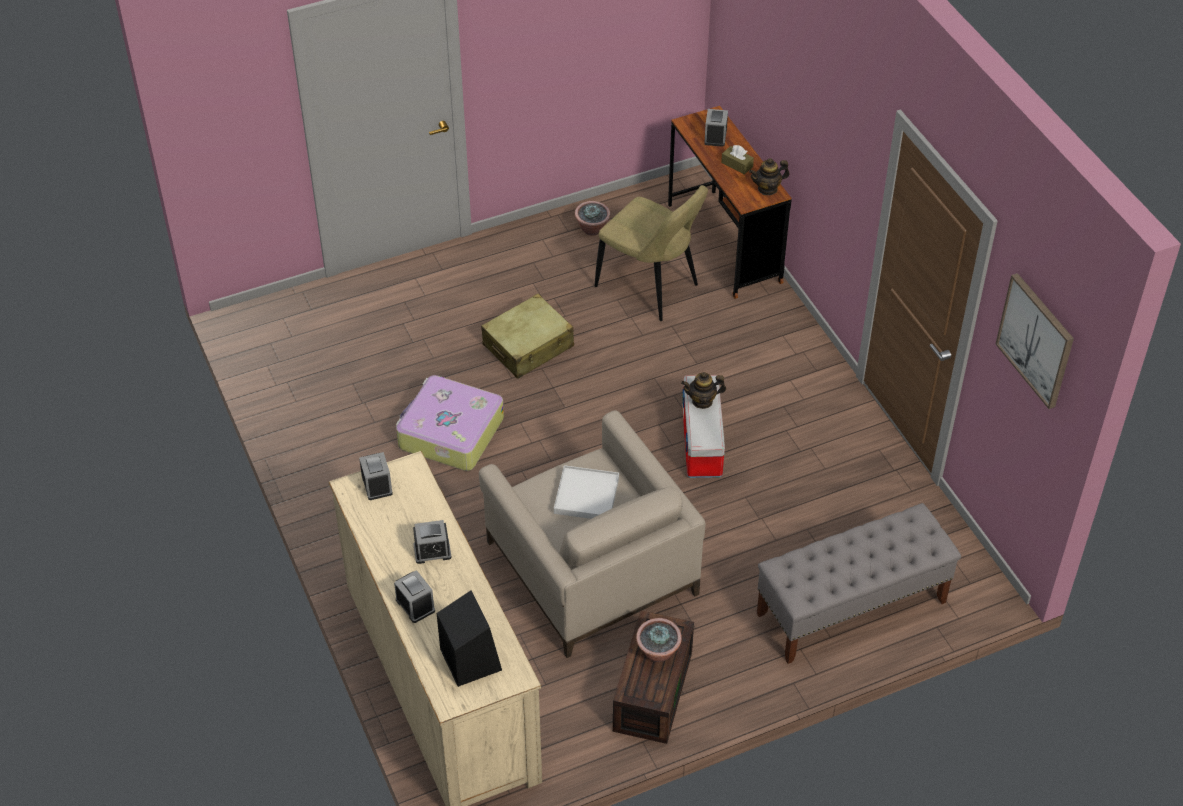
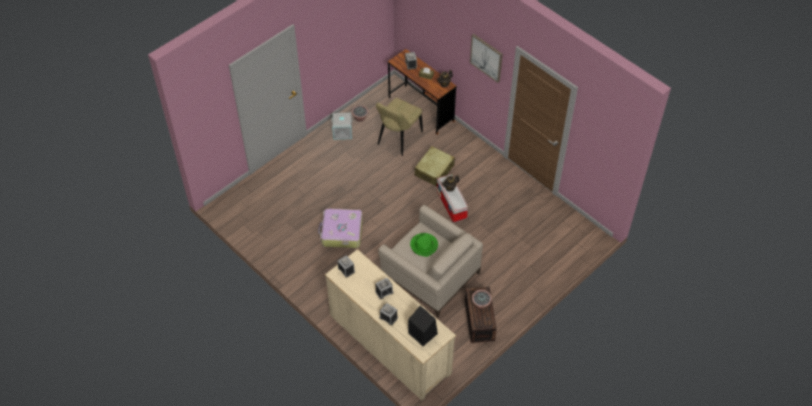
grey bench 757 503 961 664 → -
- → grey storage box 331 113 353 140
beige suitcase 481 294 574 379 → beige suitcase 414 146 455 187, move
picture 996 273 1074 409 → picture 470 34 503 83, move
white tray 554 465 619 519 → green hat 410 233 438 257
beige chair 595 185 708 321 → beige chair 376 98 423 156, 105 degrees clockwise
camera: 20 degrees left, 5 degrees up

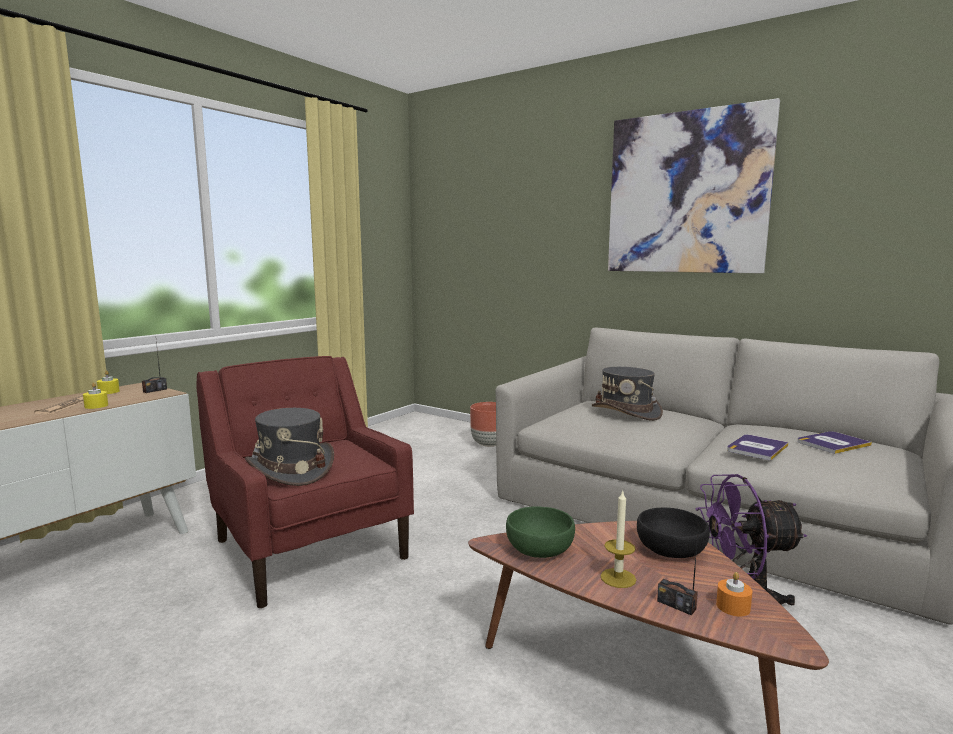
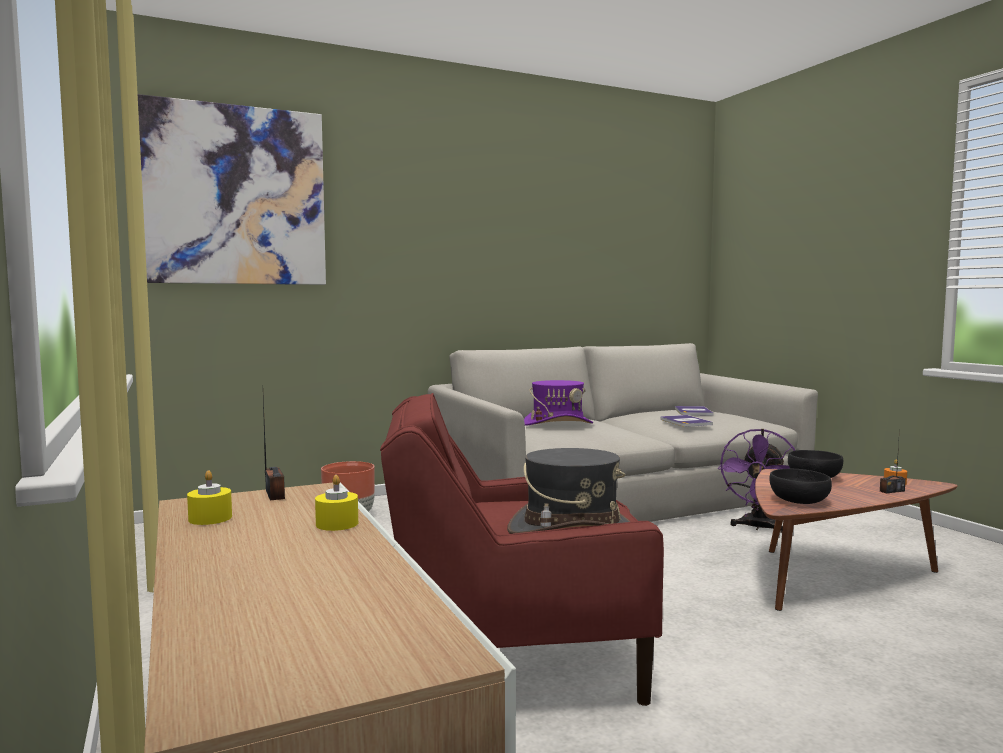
newspaper 34 395 84 414 → -
candle 600 490 636 588 → -
picture 608 98 780 274 → picture 138 94 326 285, move
green bowl 506 506 575 558 → black bowl 769 469 832 504
grey hat 591 367 663 421 → purple hat 524 380 593 426
camera: 60 degrees left, 5 degrees down

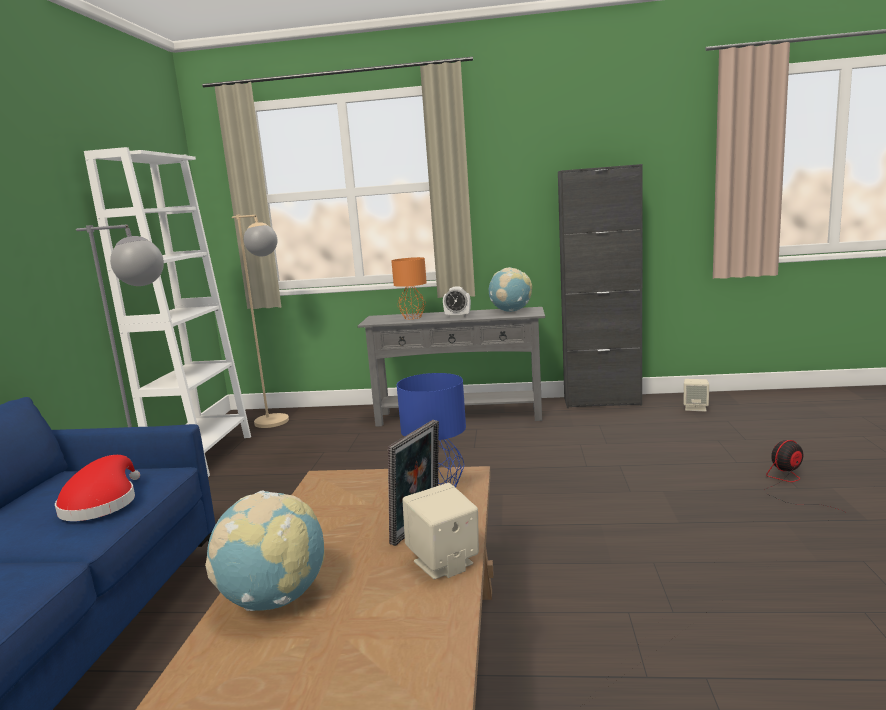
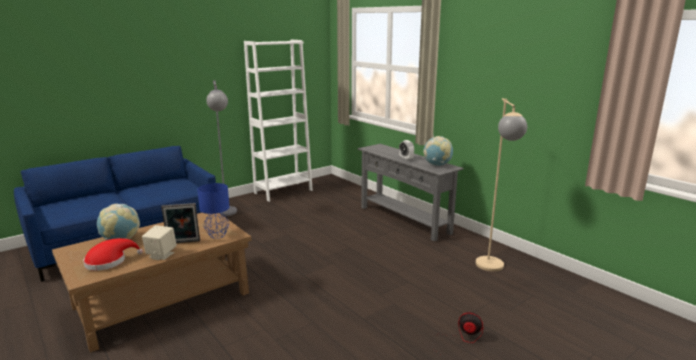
orange table lamp 391 257 427 319 → -
black cabinet 558 164 643 408 → -
beige speaker 683 379 709 412 → -
red hat 55 455 140 521 → red hat 83 238 143 271, move
beige floor lamp 232 214 289 428 → beige floor lamp 476 98 527 271, move
camera: 45 degrees right, 5 degrees up

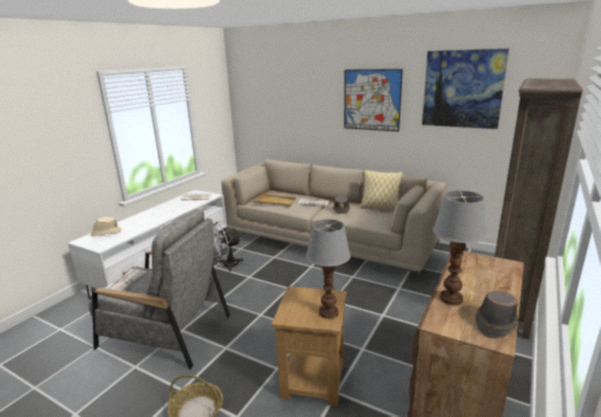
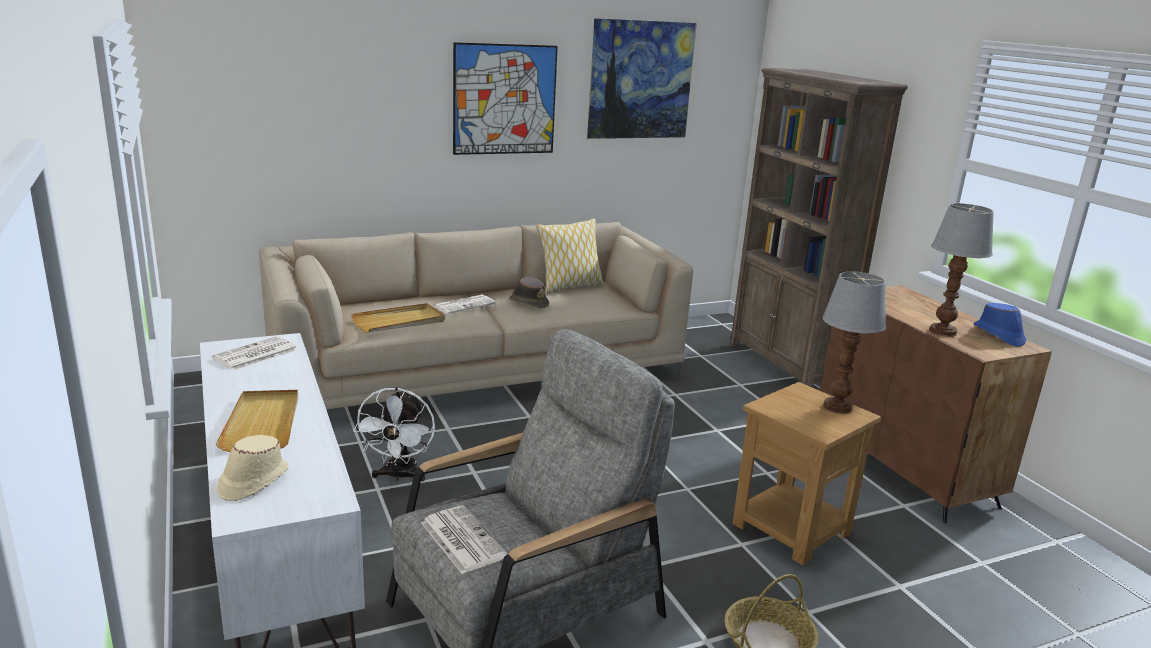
- → beige tray 216 390 298 452
brown hat 475 290 518 338 → blue hat 973 303 1026 347
camera: 55 degrees left, 0 degrees up

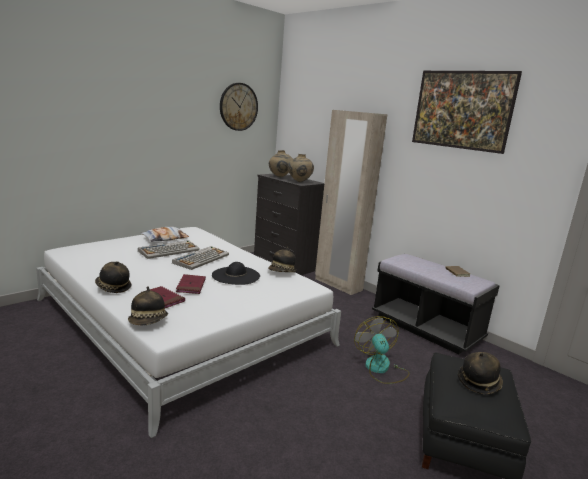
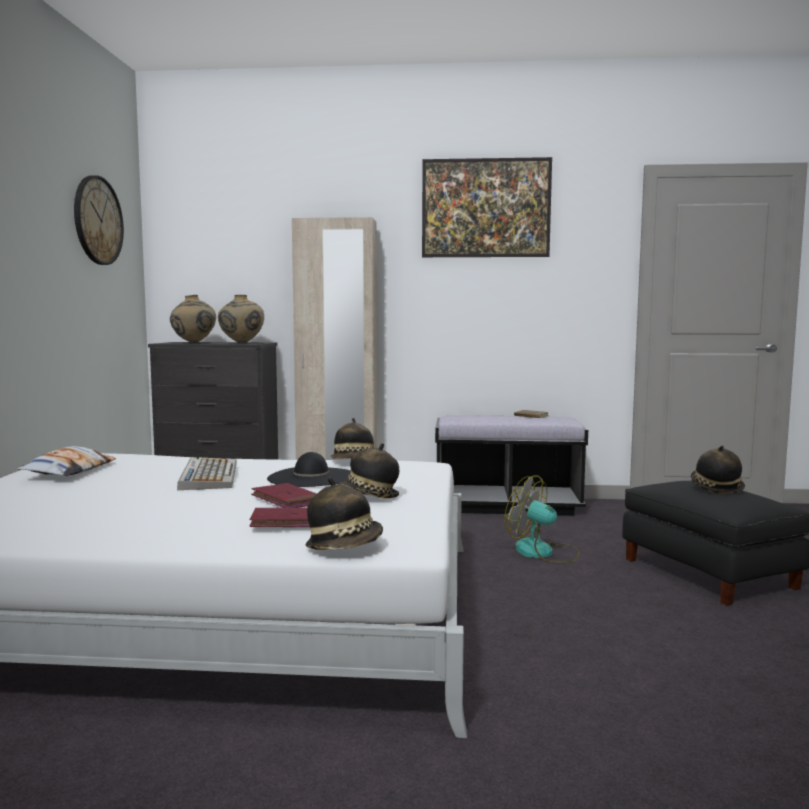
keyboard 138 240 200 259 → -
hat 95 261 131 293 → hat 338 443 399 498, move
camera: 40 degrees left, 10 degrees down

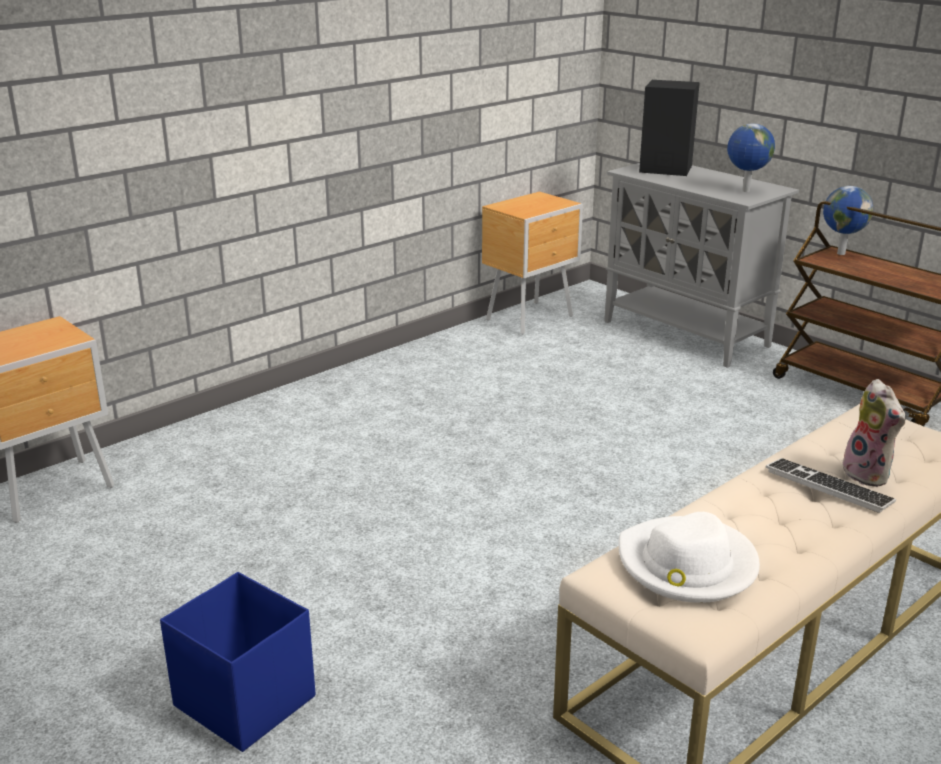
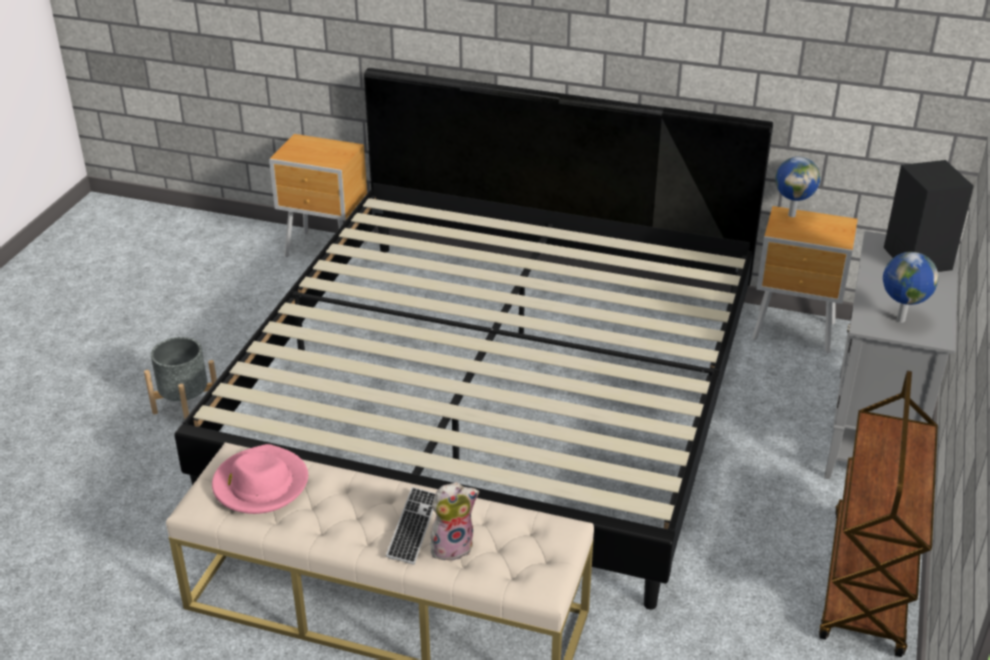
- → bed 174 68 773 610
globe 823 186 873 255 → globe 775 157 820 217, move
blue storage box 160 572 315 752 → grey planter 144 337 217 420
white hat 618 512 760 603 → pink hat 212 444 308 514
plush toy 843 379 906 487 → plush toy 430 482 479 561, 150 degrees counterclockwise
camera: 60 degrees right, 10 degrees up

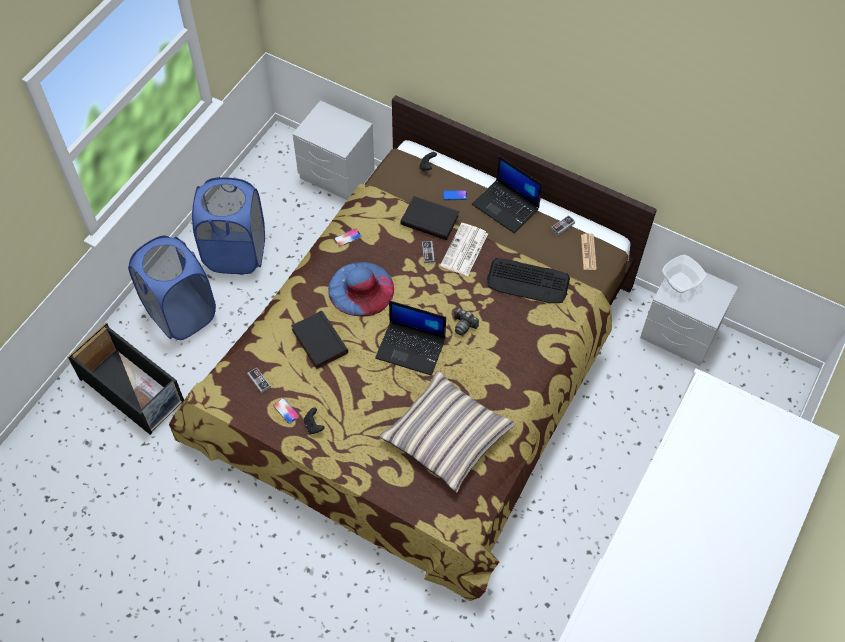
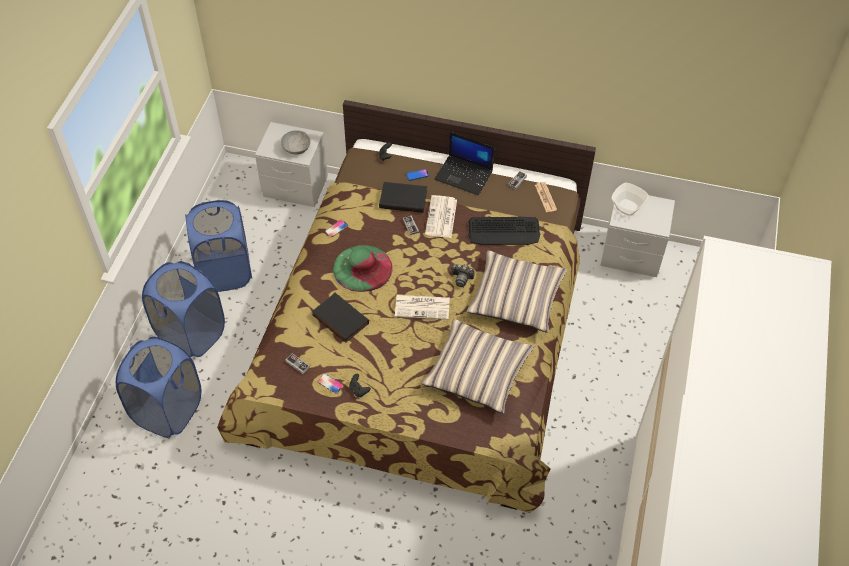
- → grey bowl 281 130 311 154
- → pillow 466 250 567 333
black storage box 67 322 184 435 → blue laundry basket 116 336 201 438
laptop 375 300 446 376 → newspaper 395 295 450 320
blue hat 328 262 394 317 → green hat 333 245 393 292
camera: 15 degrees left, 5 degrees down

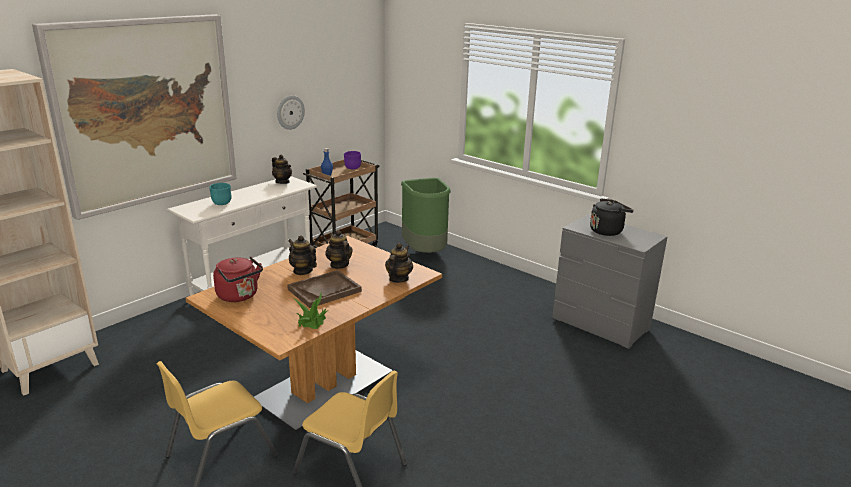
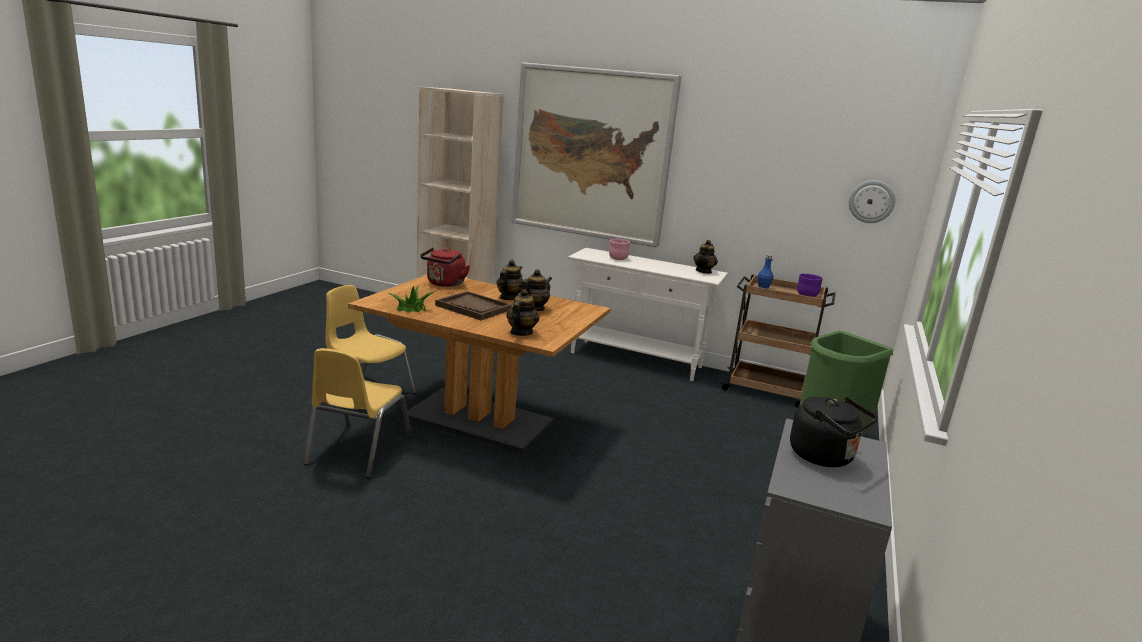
wall clock 277 95 305 130 → wall clock 849 180 896 223, move
turquoise bowl 209 183 232 205 → pink bowl 609 239 630 260
teapot 385 243 413 283 → teapot 506 289 539 336, 75 degrees counterclockwise
camera: 70 degrees right, 5 degrees down

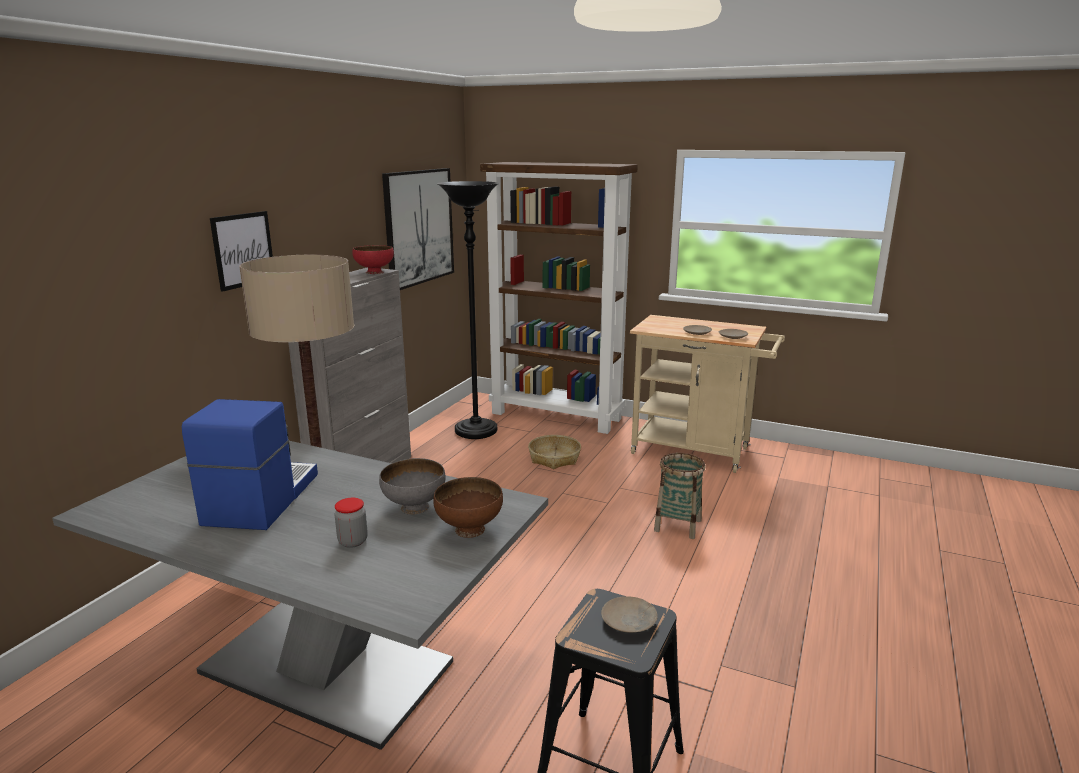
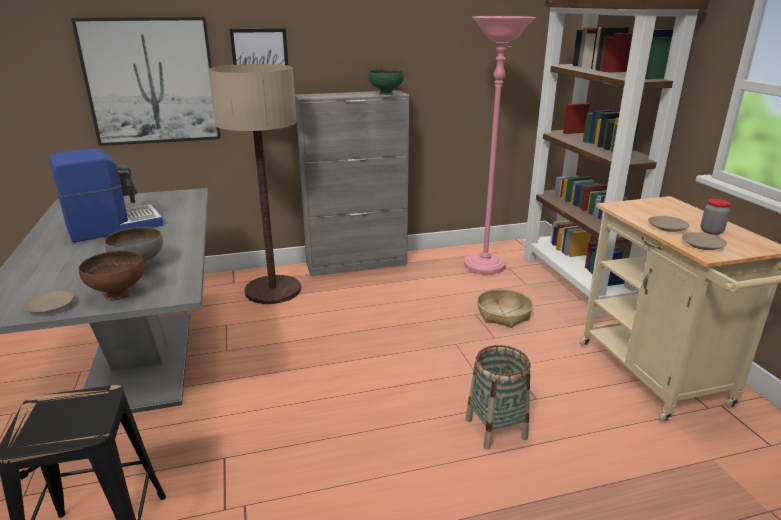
jar 334 498 368 548 → jar 701 199 731 235, move
picture 382 168 454 290 → picture 71 17 221 146, move
beige plate 601 596 658 633 → beige plate 23 290 74 314, move
red bowl 352 245 394 274 → green bowl 368 70 404 95
black floor lamp 437 181 499 439 → pink floor lamp 464 16 536 275
camera: 50 degrees right, 5 degrees up

